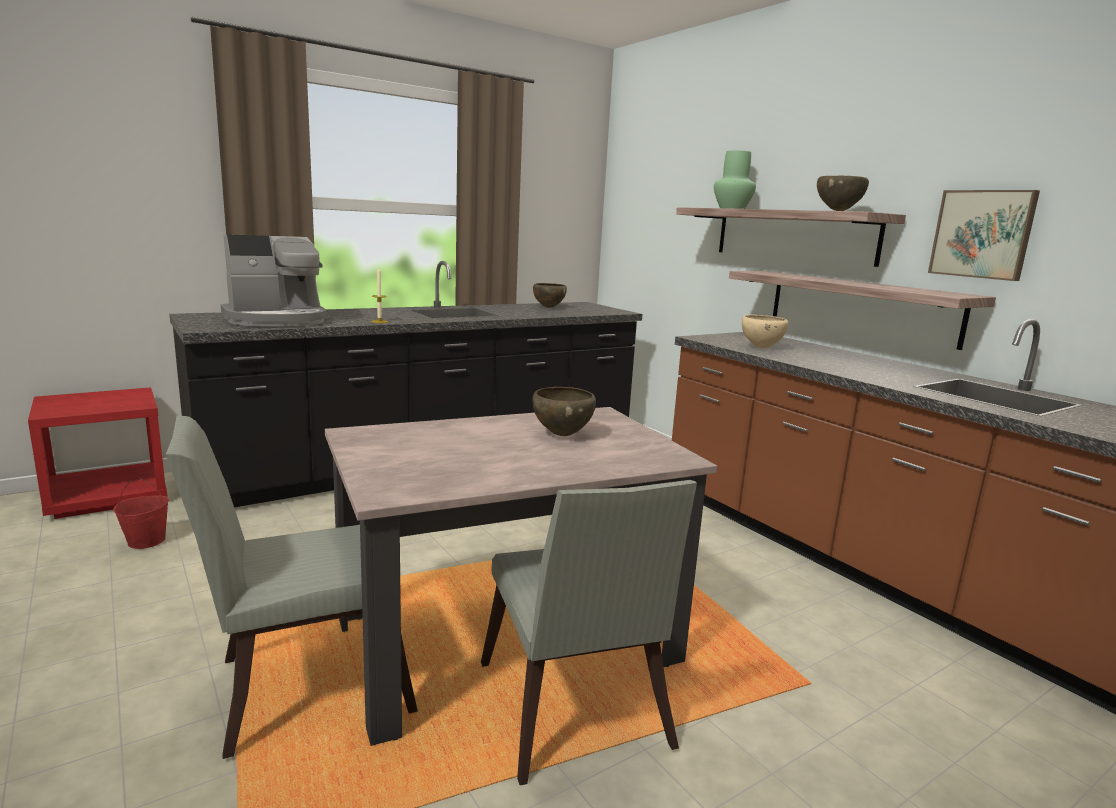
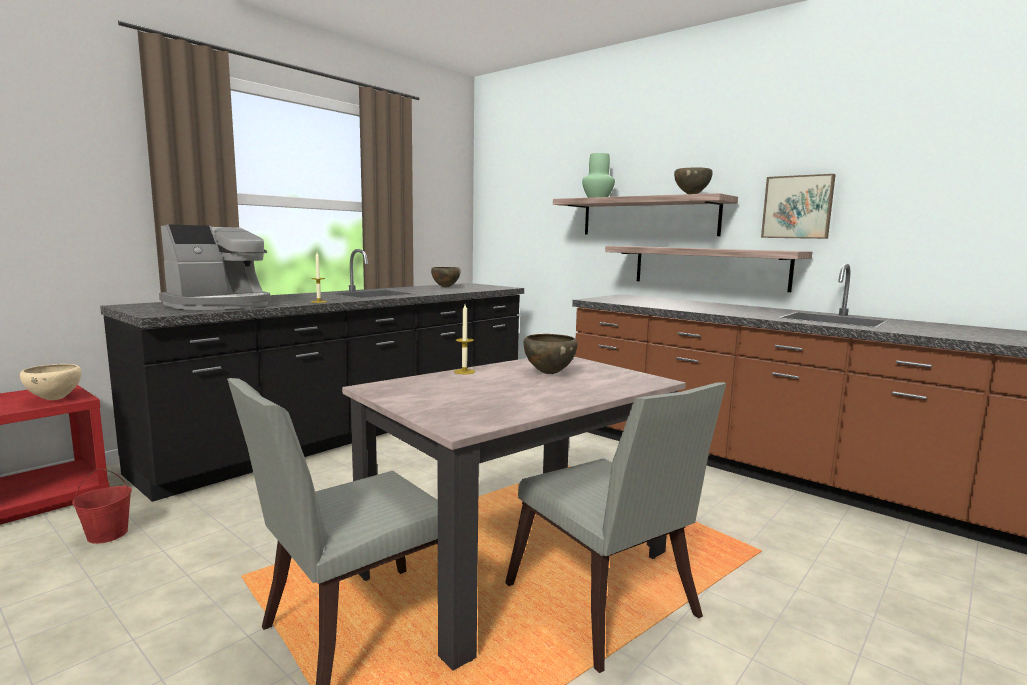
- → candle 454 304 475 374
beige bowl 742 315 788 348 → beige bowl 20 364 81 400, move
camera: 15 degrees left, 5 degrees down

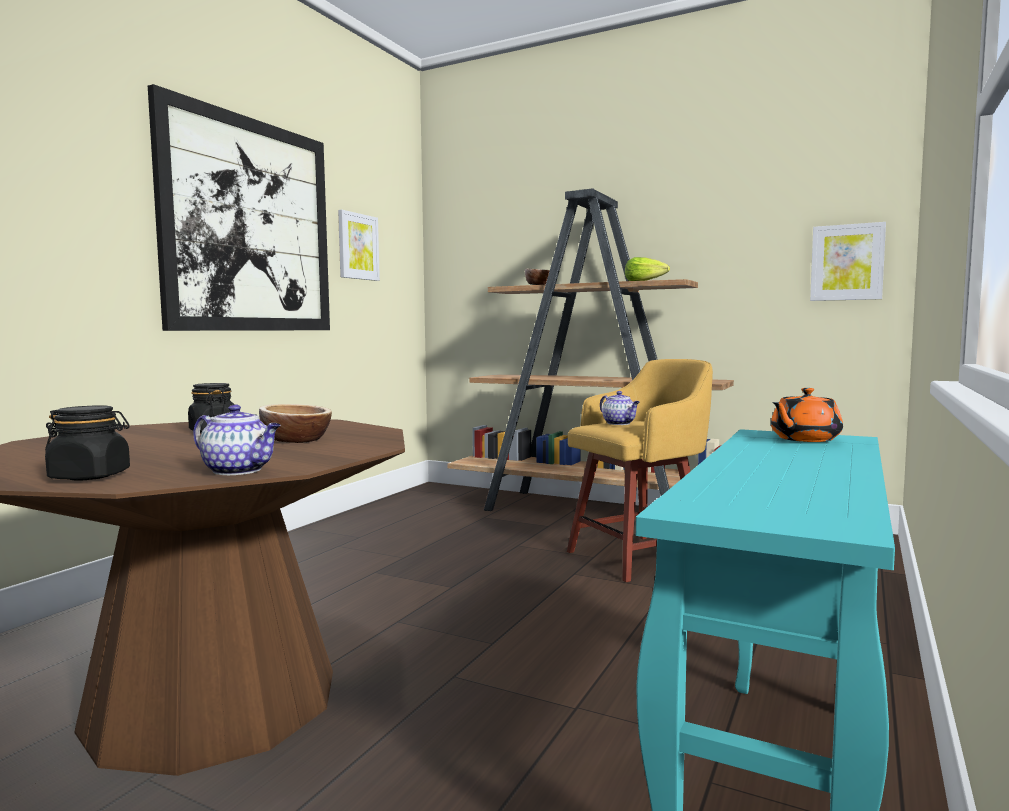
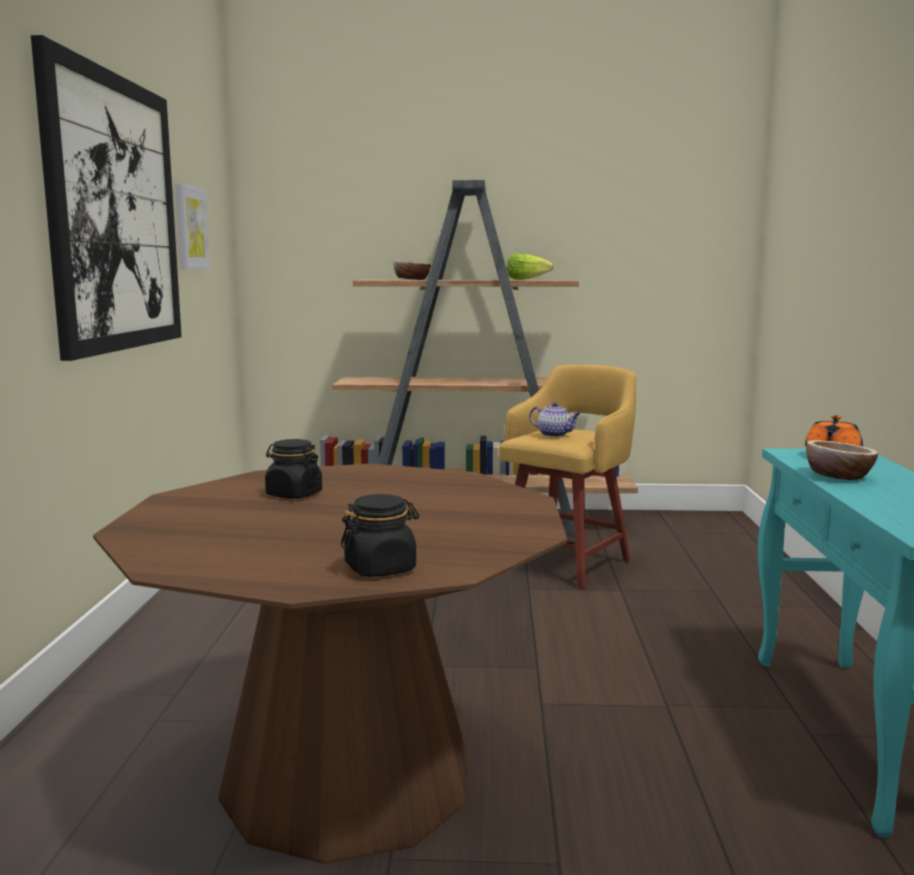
teapot 193 404 280 475 → -
picture 810 222 886 301 → -
bowl 259 404 332 443 → bowl 806 440 878 480, move
camera: 25 degrees left, 5 degrees up

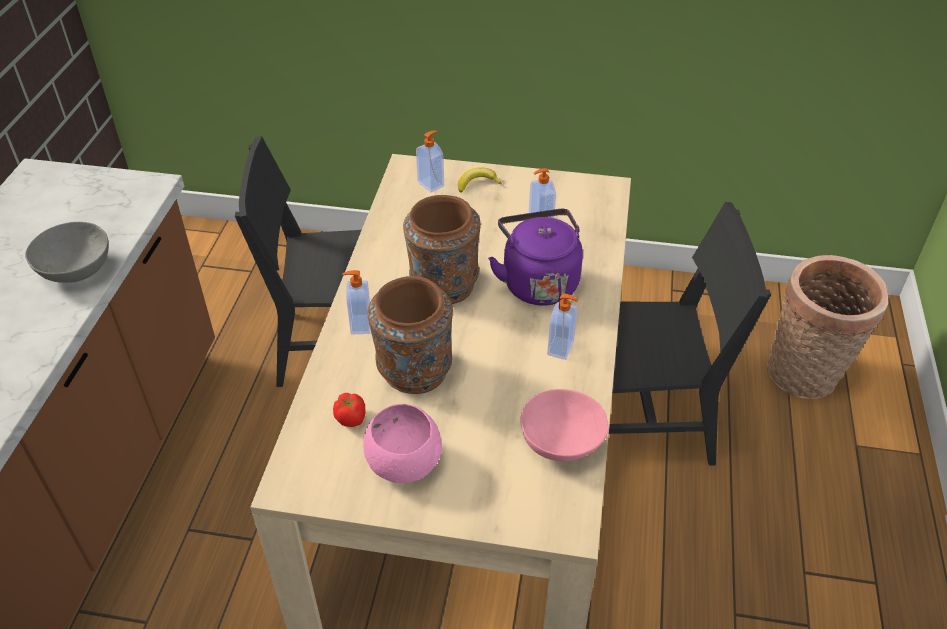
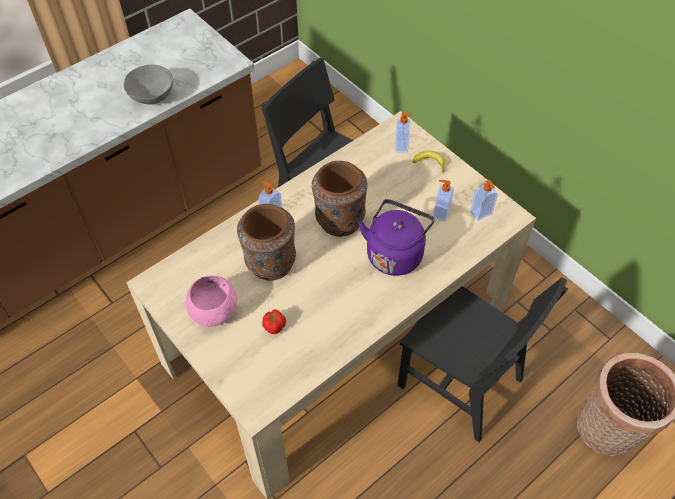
pink bowl 520 389 609 461 → -
tomato 333 393 365 427 → tomato 262 309 286 334, move
soap dispenser 547 293 578 360 → soap dispenser 470 180 498 221, move
camera: 40 degrees right, 10 degrees up

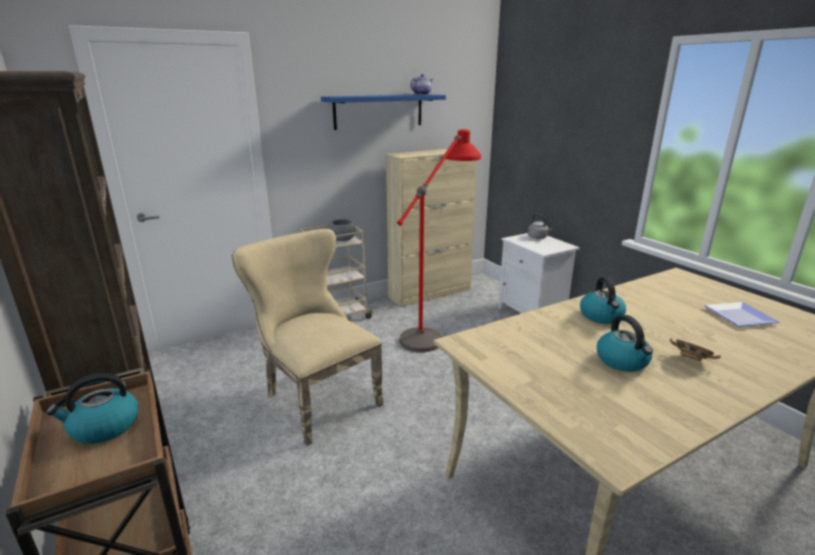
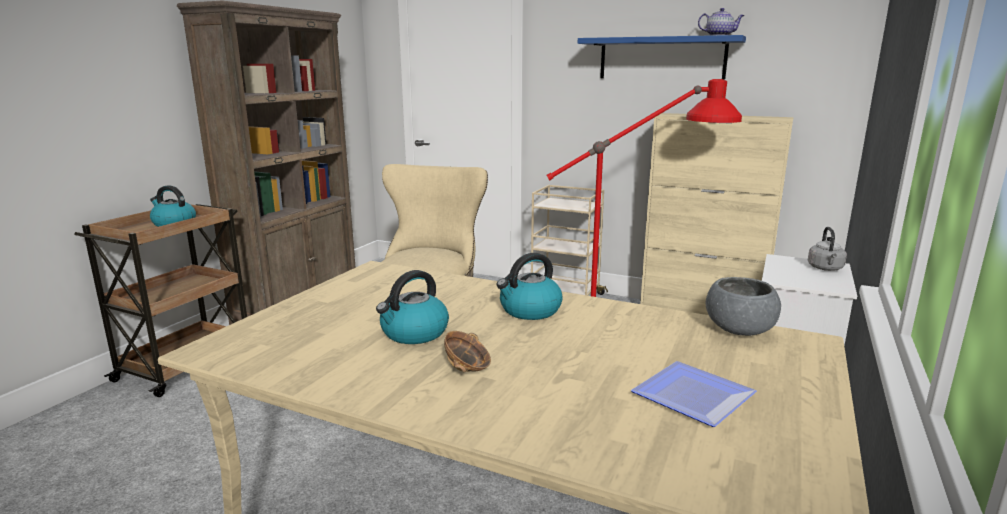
grey bowl 328 219 356 241 → grey bowl 706 277 781 336, move
camera: 55 degrees right, 5 degrees down

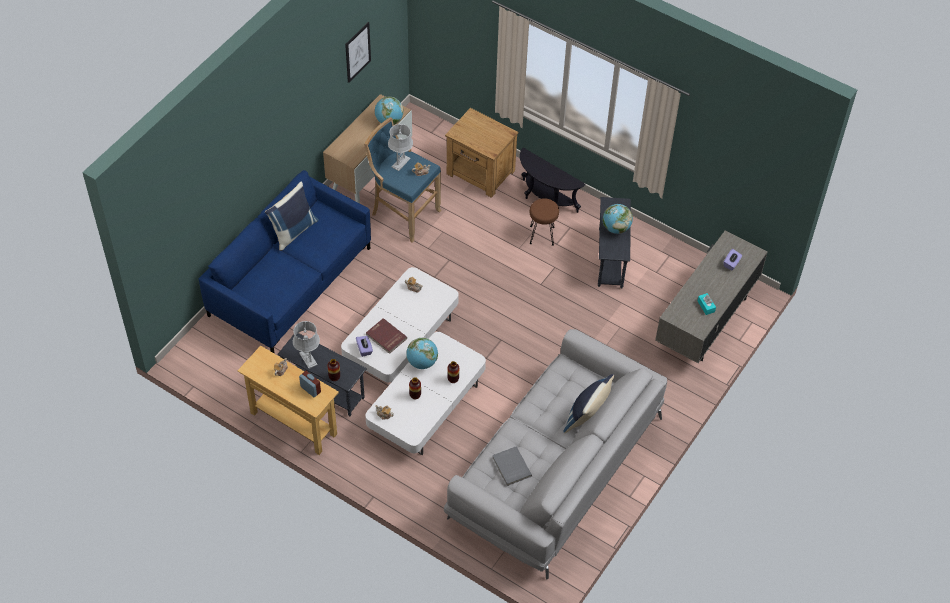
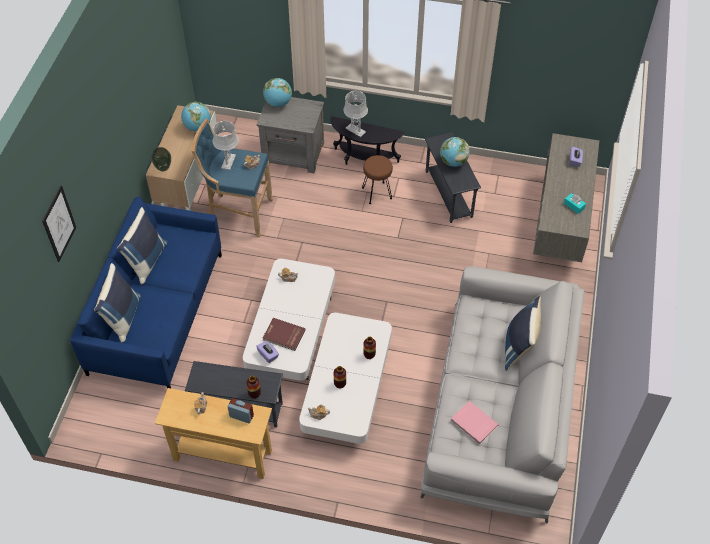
- → blue pillow 94 263 141 343
- → vase 151 147 171 172
grey table lamp 293 321 320 369 → grey table lamp 343 91 368 137, move
picture 345 22 371 83 → picture 42 185 76 262, move
globe 406 338 438 369 → globe 263 78 292 107, move
brown nightstand 445 108 518 198 → grey nightstand 257 97 324 173
grey book 492 446 532 486 → pink book 451 401 499 445
camera: 20 degrees left, 0 degrees up

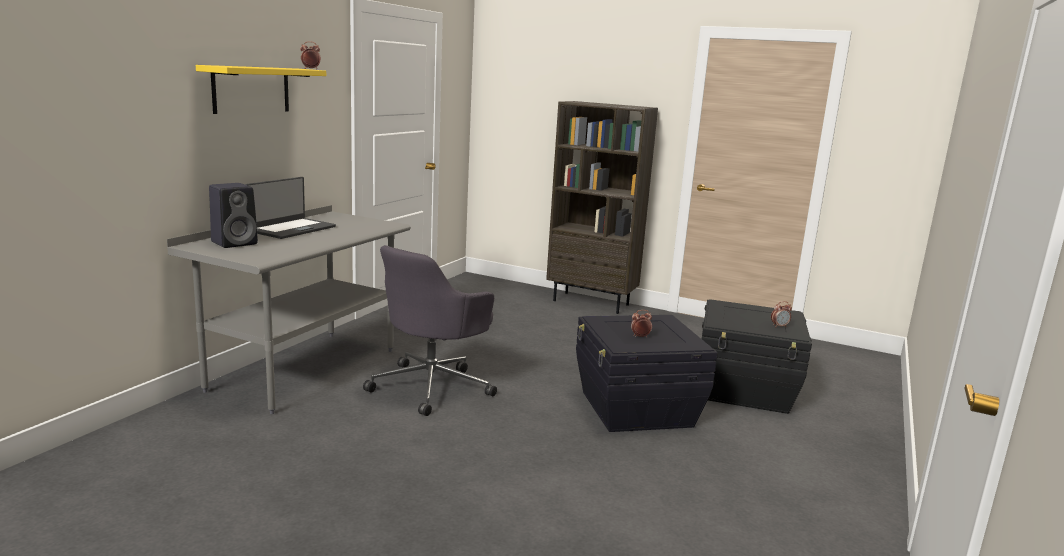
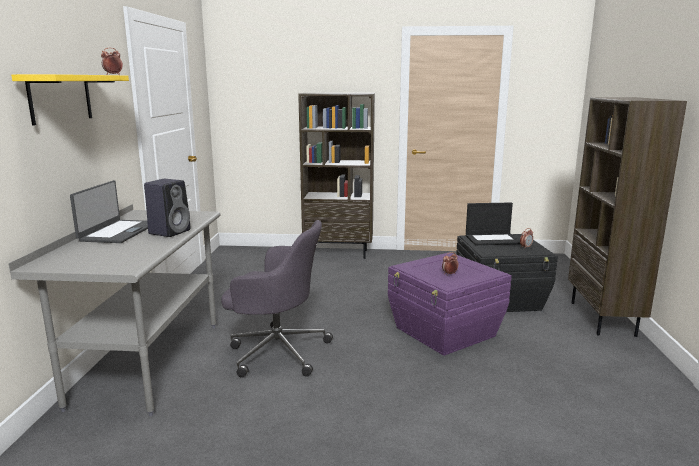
- → laptop 466 202 520 245
- → brown bookcase 568 97 687 337
black speaker 209 183 258 248 → black speaker 144 179 190 237, move
black storage box 576 315 718 432 → purple storage box 388 252 512 356
grey office chair 363 245 497 416 → grey office chair 221 220 333 378, 90 degrees counterclockwise
camera: 20 degrees left, 0 degrees up

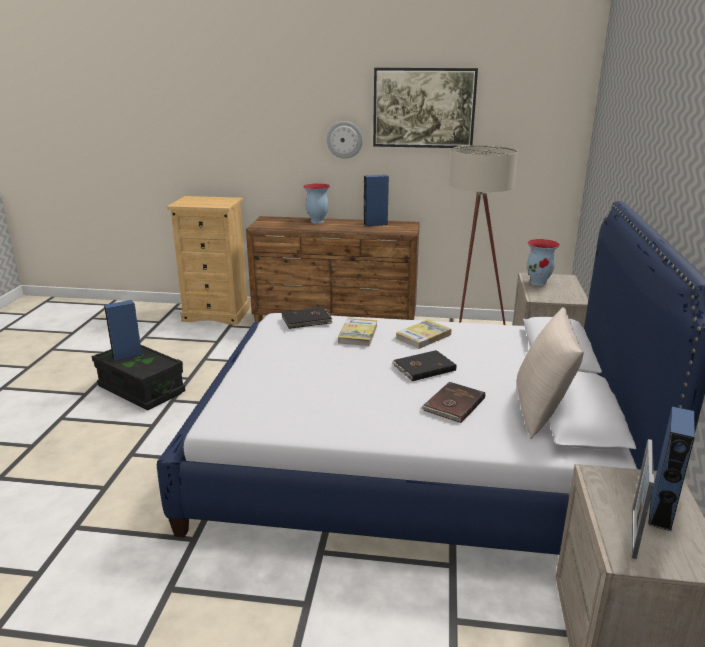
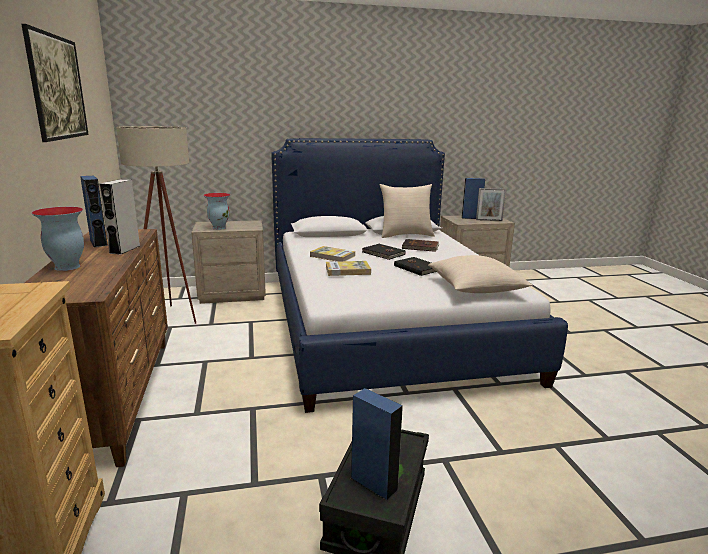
wall clock 327 121 363 159 → -
- → grey speaker 99 179 140 255
- → beige pillow 428 255 533 293
black book 282 307 333 329 → black book 394 257 436 276, move
camera: 110 degrees left, 5 degrees down

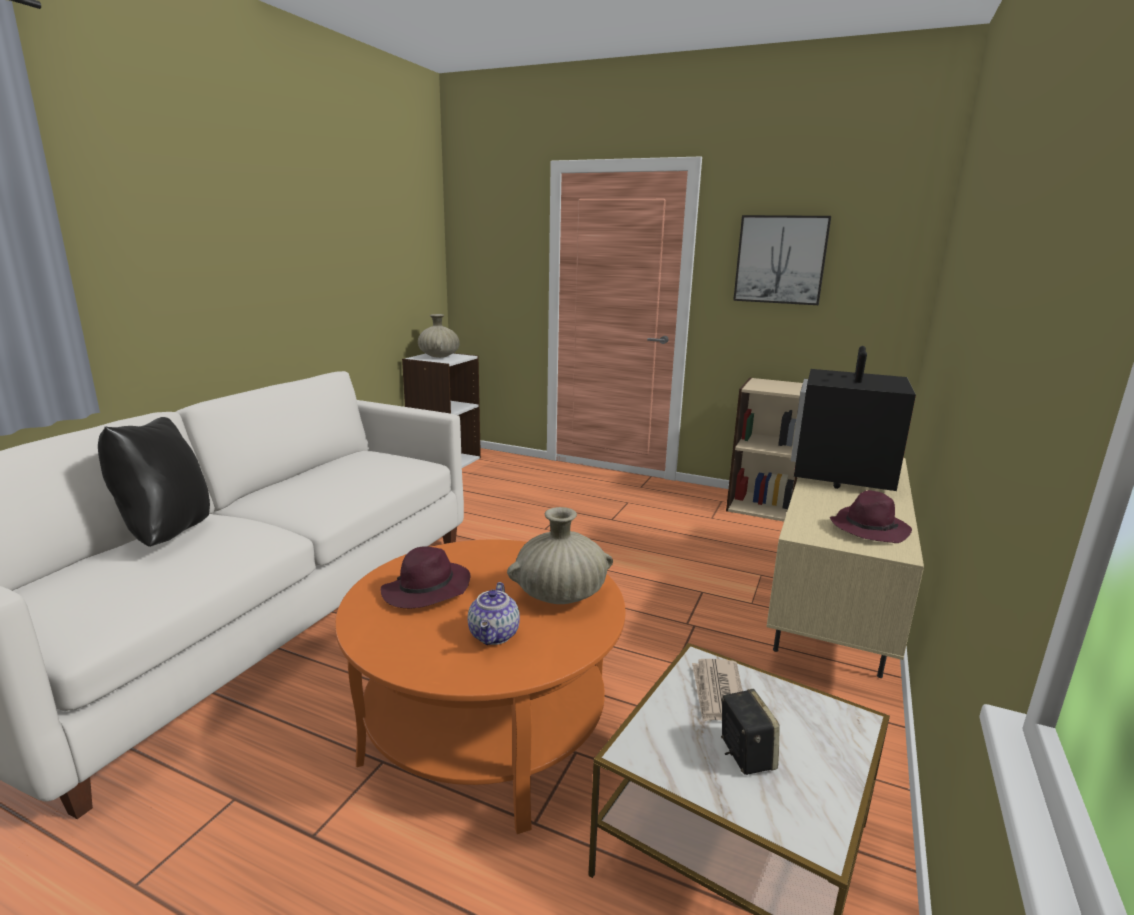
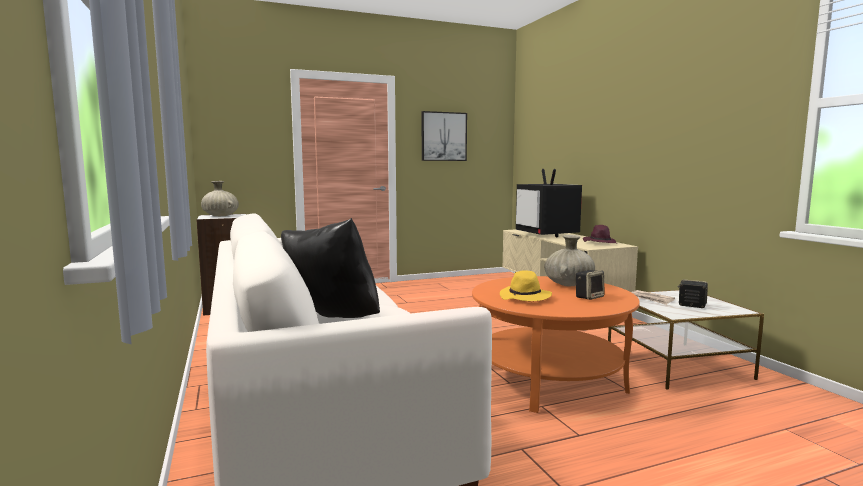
beige bookcase 726 378 803 521 → -
teapot 468 582 520 645 → speaker 576 270 605 300
purple hat 381 546 470 609 → yellow hat 500 270 552 301
camera: 45 degrees left, 10 degrees down

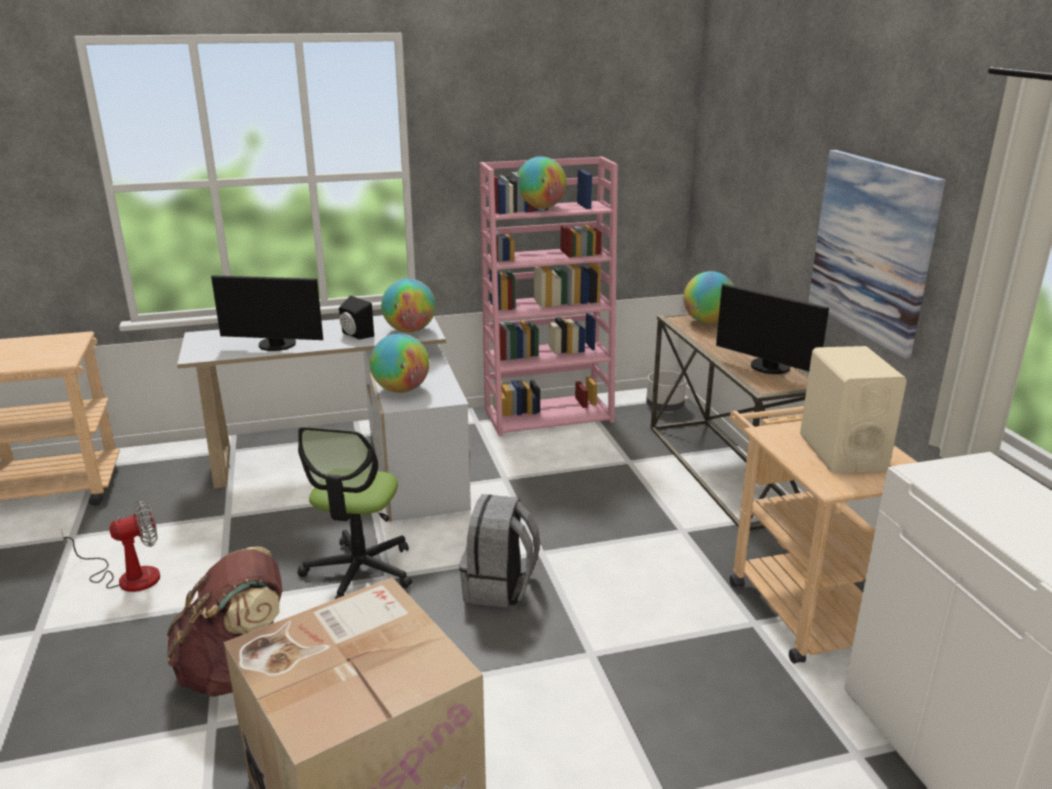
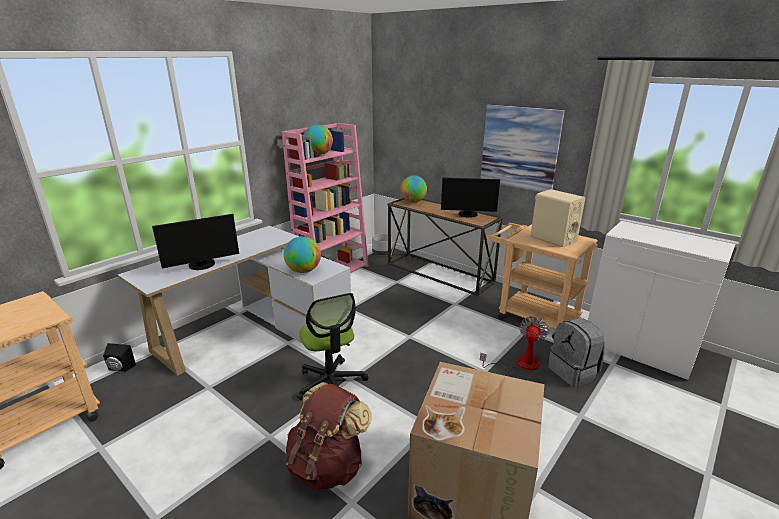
globe 381 279 435 332 → -
fan 61 500 160 592 → fan 480 316 549 374, move
black speaker 339 295 374 340 → black speaker 103 343 136 372, move
grey backpack 459 494 540 608 → grey backpack 548 318 605 387, move
camera: 35 degrees left, 0 degrees up

